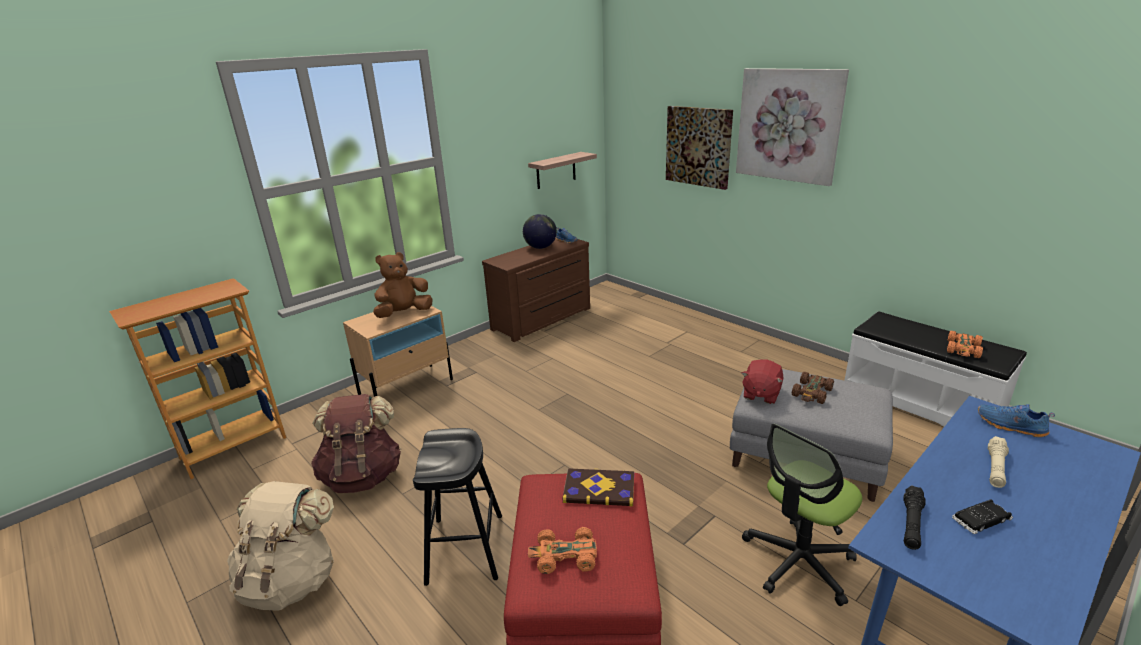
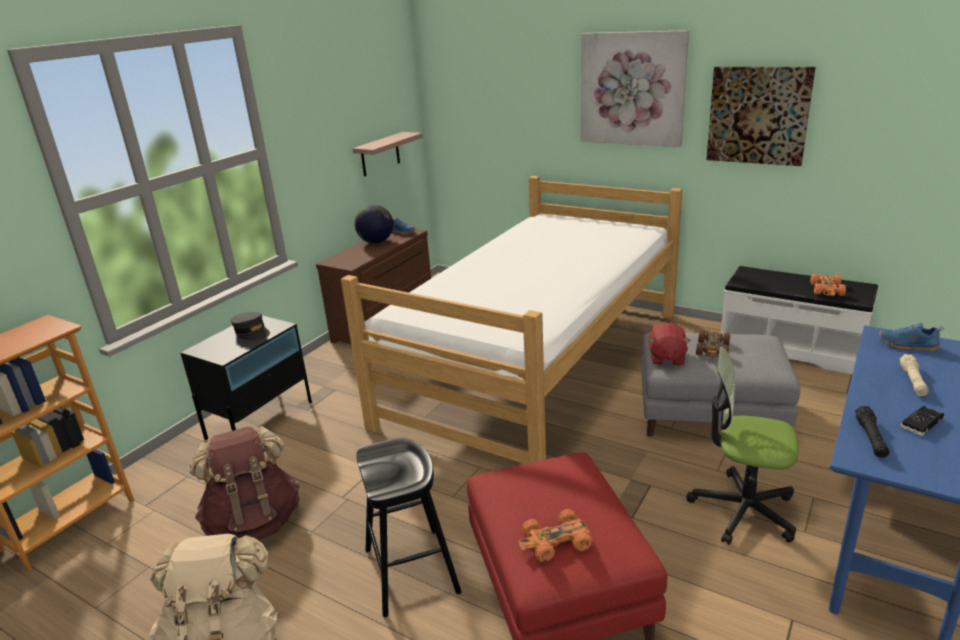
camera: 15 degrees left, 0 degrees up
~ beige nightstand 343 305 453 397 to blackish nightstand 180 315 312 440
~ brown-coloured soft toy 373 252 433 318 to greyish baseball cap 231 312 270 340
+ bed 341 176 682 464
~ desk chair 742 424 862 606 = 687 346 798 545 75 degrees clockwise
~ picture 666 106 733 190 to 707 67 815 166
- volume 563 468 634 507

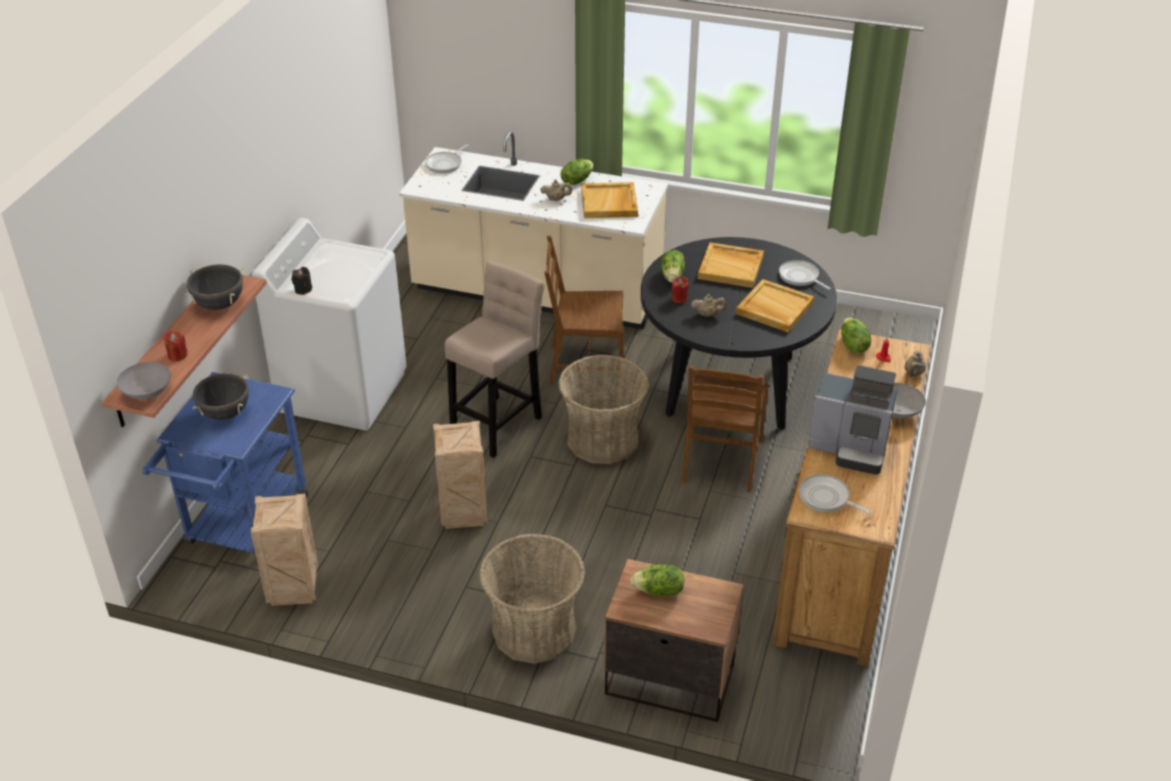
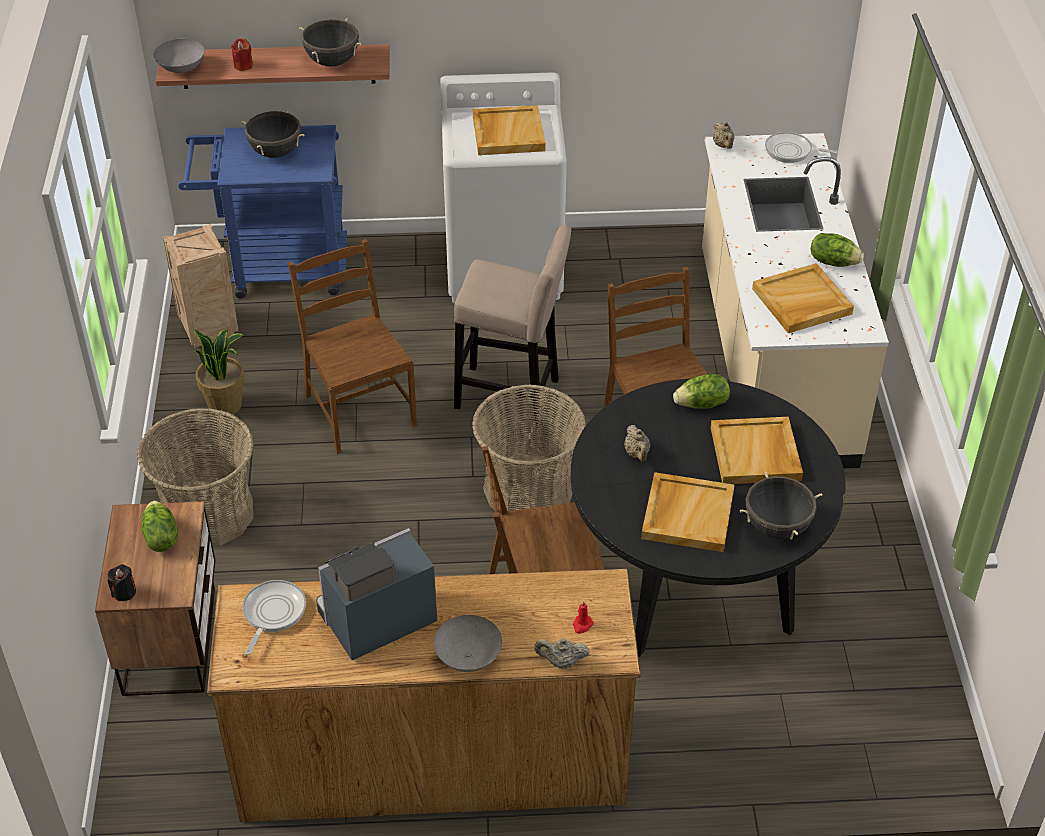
camera: 70 degrees right, 5 degrees up
~ blackish wax candle 292 267 312 295 to 108 564 136 601
+ potted plant 193 329 245 417
~ shipping crate 433 420 488 529 to brown-coloured upright chair 288 239 417 454
~ coffee machine 808 365 897 475 = 316 528 437 660 60 degrees clockwise
+ beige serving tray 473 105 545 155
~ beige pot for tea 540 180 572 201 to 713 121 735 149
~ skillet 779 260 831 290 to blackish saucepot 740 471 822 540
- red wax candle 672 276 689 303
- lettuce head 841 318 871 354

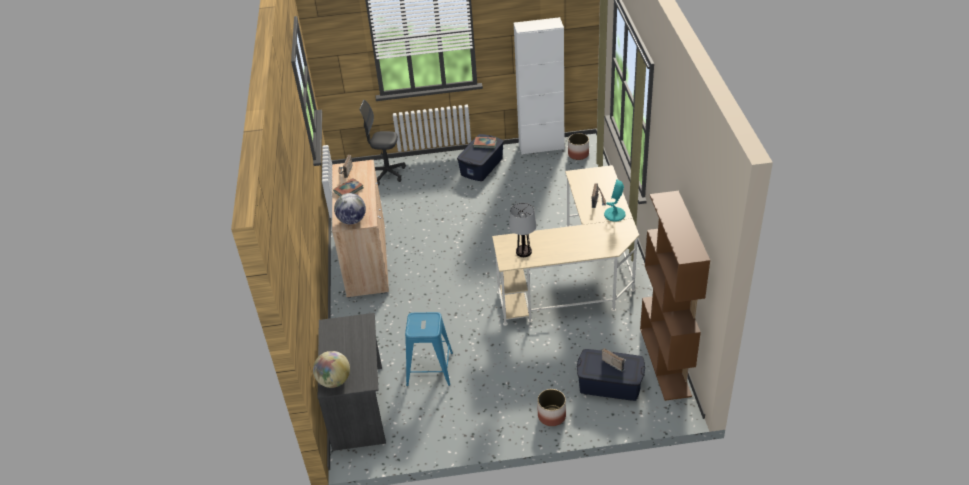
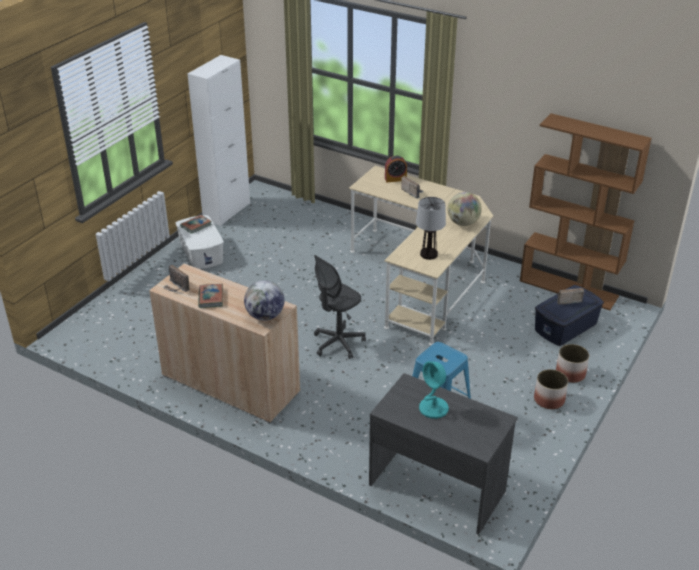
camera: 55 degrees left, 5 degrees down
~ blue-coloured storage container 457 134 504 181 to white storage container 176 215 224 269
~ greyish desk chair 359 100 406 185 to 314 255 366 359
+ bedside clock 385 156 407 183
~ blue-green lamp for a table 604 180 626 222 to 419 361 449 419
~ world globe 313 351 350 388 to 447 192 482 226
~ plant pot 568 133 589 160 to 534 369 568 409

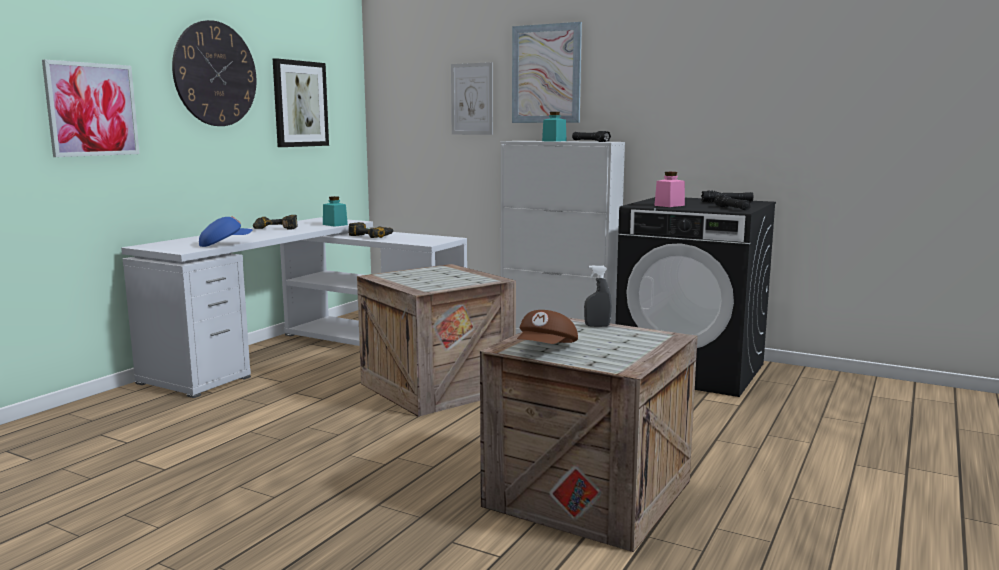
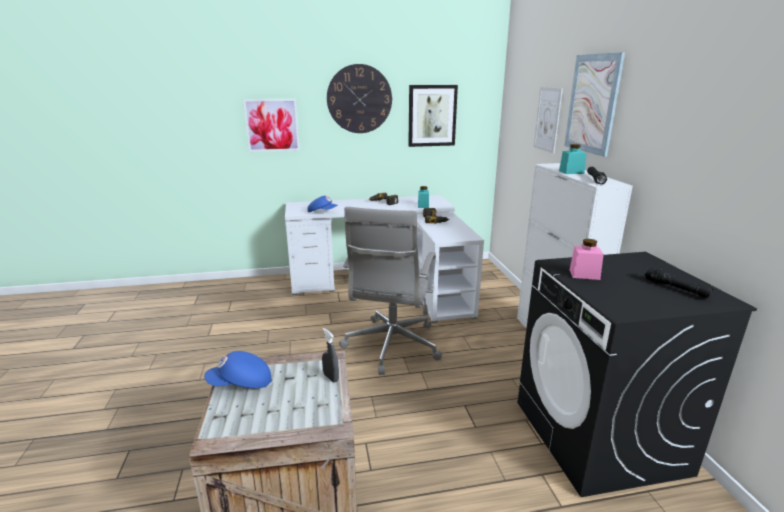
camera: 50 degrees right, 10 degrees up
~ brown-coloured baseball cap 517 310 578 344 to blue-coloured baseball cap 204 351 271 388
~ shipping crate 357 264 516 417 to greyish desk chair 339 207 442 375
- blackish flashlight 714 194 751 210

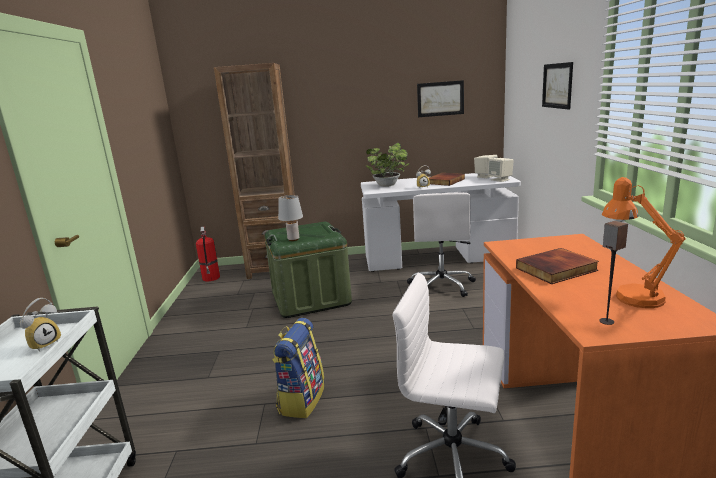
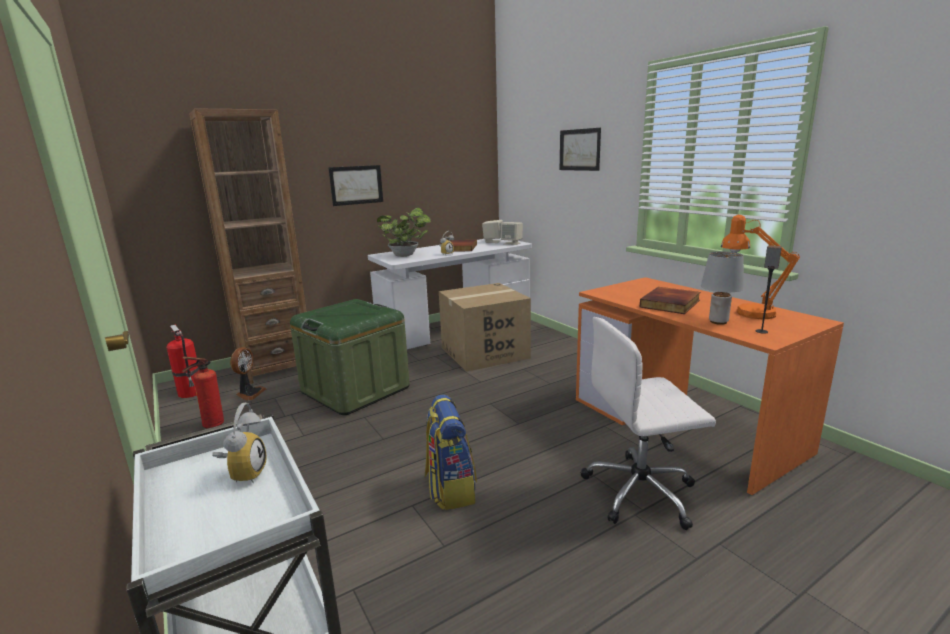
camera: 30 degrees left, 0 degrees up
+ extinguisher 182 356 224 429
+ electric fan 230 347 266 400
~ picture 417 80 464 117 to 329 165 383 206
~ white desk chair 407 192 476 297 to carton 439 283 531 372
~ greyish lamp for a table 278 195 303 241 to 701 252 744 325

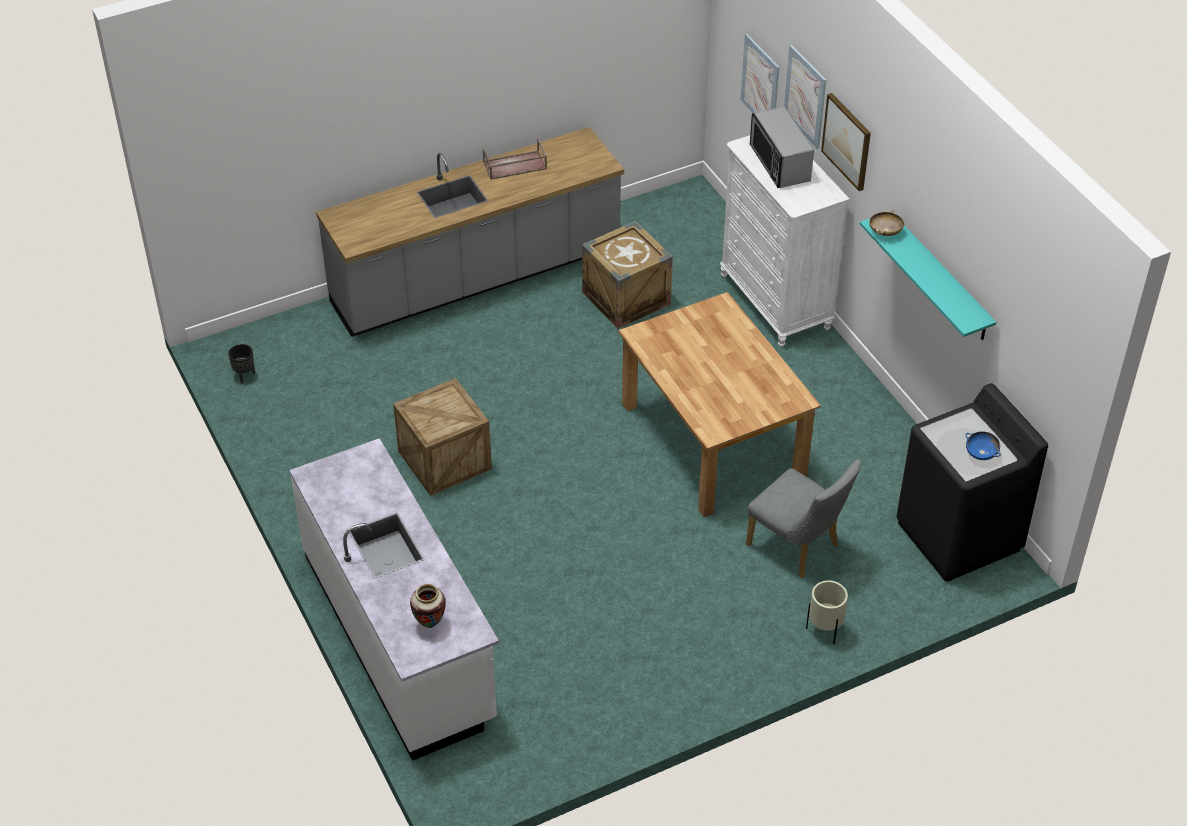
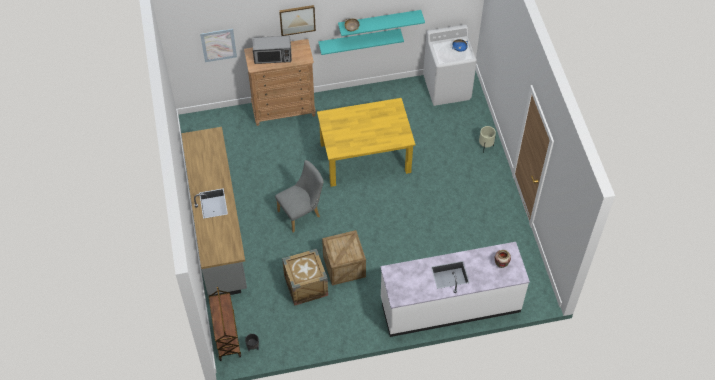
camera: 75 degrees left, 10 degrees up
+ brown-coloured cart 209 287 241 361
~ white dresser 720 135 850 347 to brown-coloured dresser 244 39 316 126
~ greyish upright chair 746 459 861 578 to 275 160 324 232
~ shipping crate 582 221 673 329 to 282 249 328 306
~ brown-coloured kitchen table 618 292 821 517 to yellowish kitchen table 317 98 415 187
+ blue-green bracket shelf 318 29 404 55
~ blackish laundry appliance 896 383 1048 582 to white laundry appliance 423 25 477 106
- brown-coloured serving tray 483 139 547 180
- picture 784 45 826 149

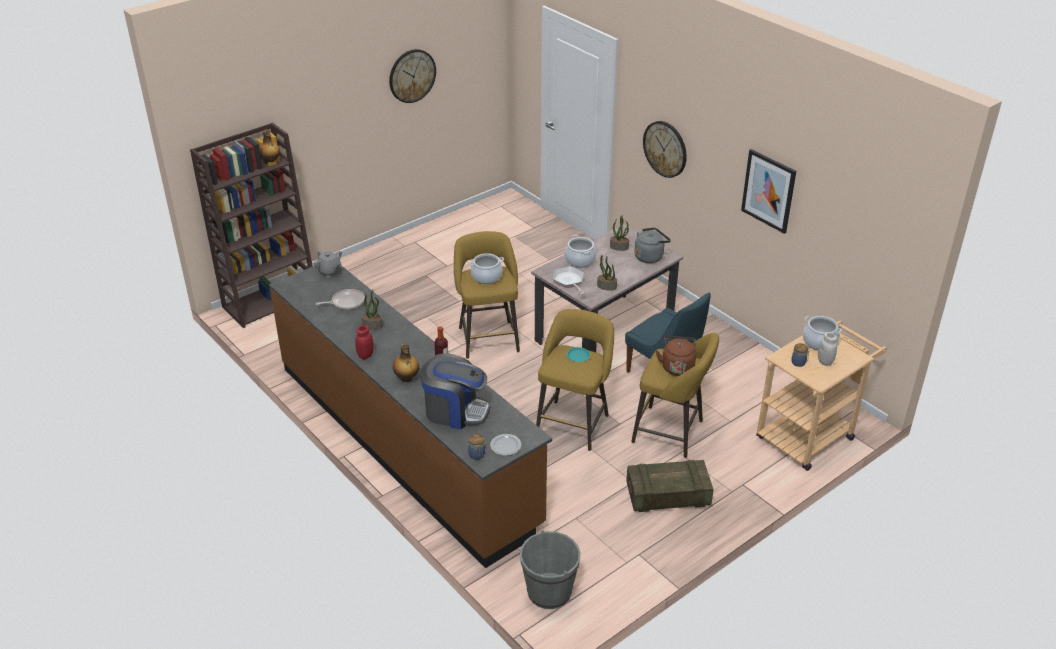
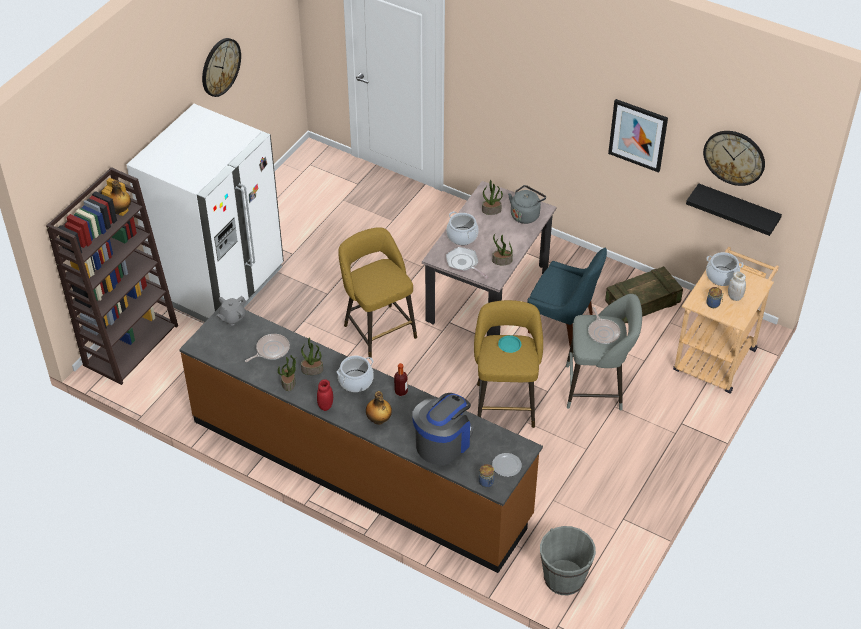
camera: 20 degrees left, 10 degrees up
+ white kitchen fridge 127 104 284 322
~ greyish pot for tea 314 250 342 277 = 217 296 246 326 105 degrees clockwise
+ potted plant 278 355 297 391
~ saucepot 469 253 504 284 to 337 356 374 392
~ coffee machine 421 353 490 429 = 412 393 473 465 45 degrees counterclockwise
~ yellowish stool 631 333 719 458 to greyish stool 566 294 642 410
~ brown-coloured kettle 656 336 696 376 to skillet 588 307 620 344
~ shipping crate 626 460 714 512 to 605 266 683 323
+ blackish bracket shelf 686 183 782 236
~ hanging clock 643 121 687 178 to 703 131 765 186

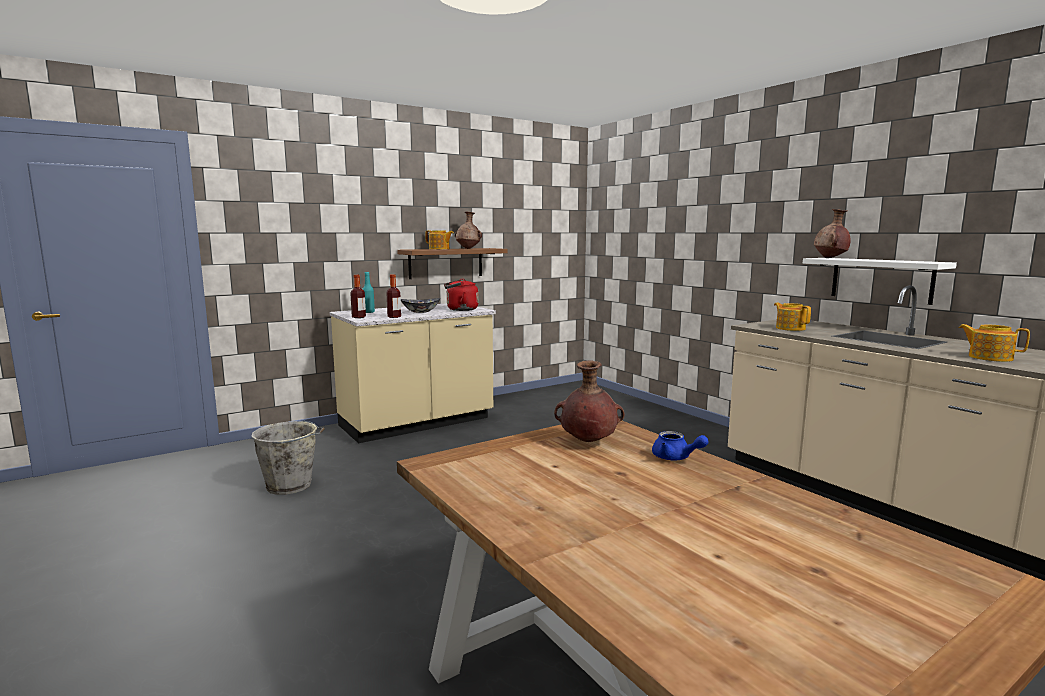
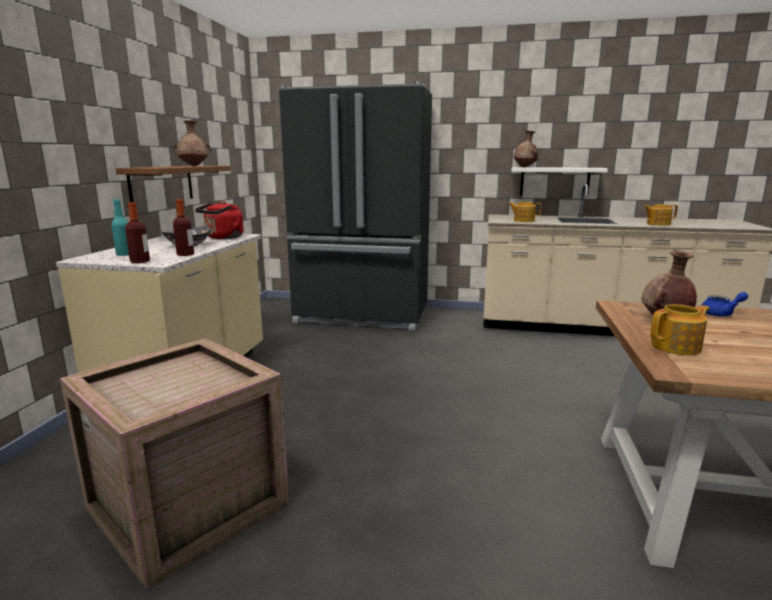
camera: 45 degrees left, 5 degrees up
~ greyish bucket 251 421 325 495 to shipping crate 60 338 290 590
+ blackish kitchen fridge 279 82 432 331
~ pot for tea 425 230 454 249 to 650 304 710 355

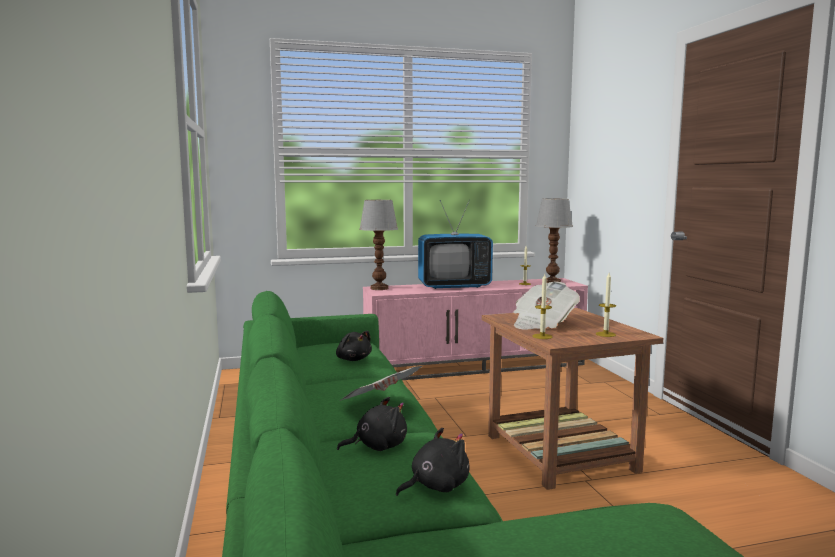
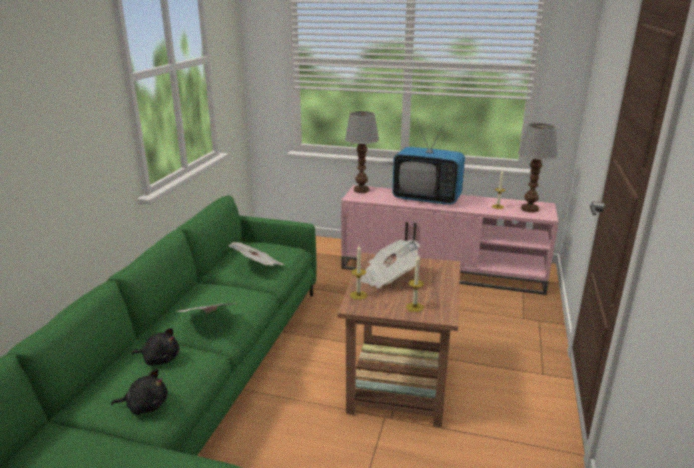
camera: 30 degrees right, 15 degrees up
~ blackish soft toy 336 331 372 361 to newspaper 228 242 284 266

